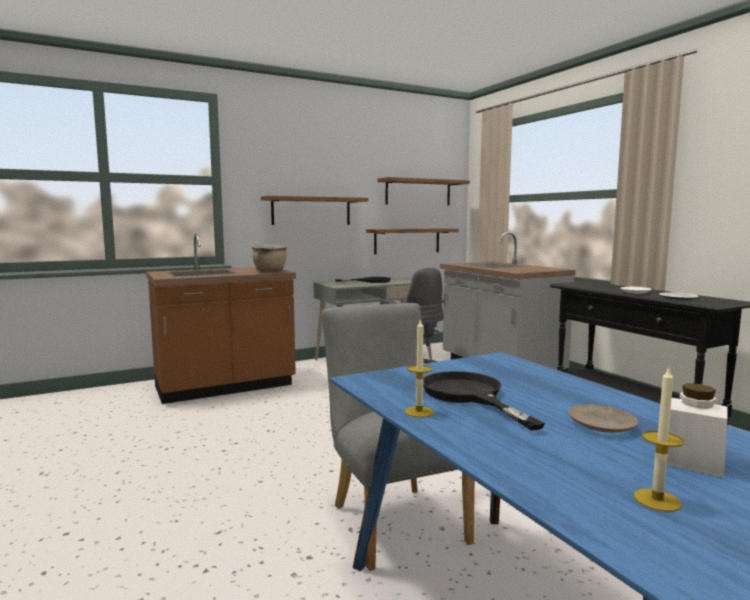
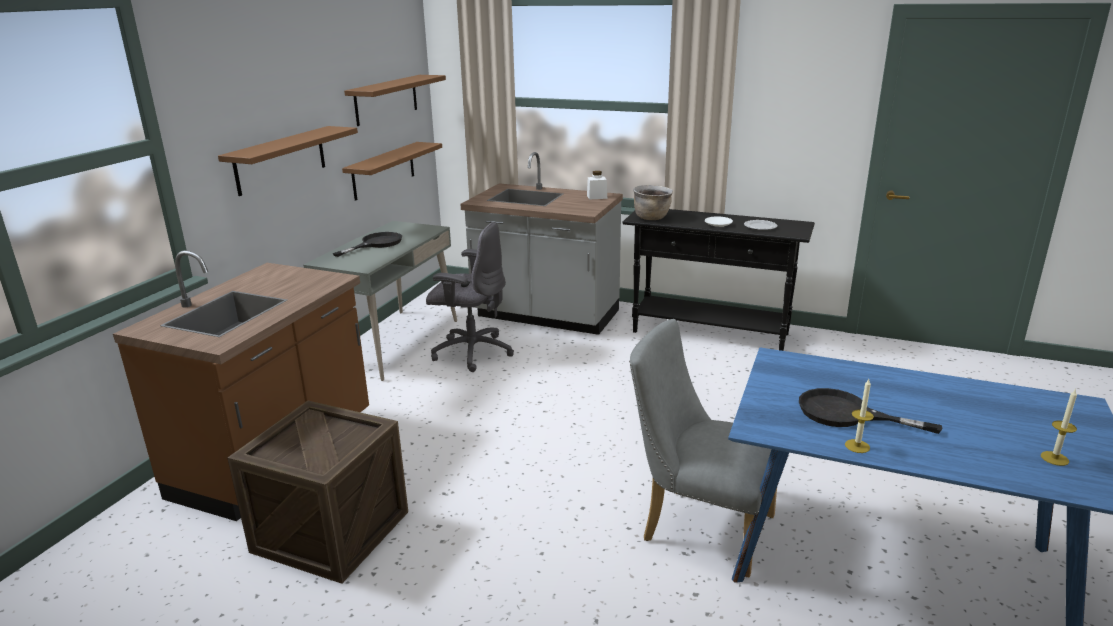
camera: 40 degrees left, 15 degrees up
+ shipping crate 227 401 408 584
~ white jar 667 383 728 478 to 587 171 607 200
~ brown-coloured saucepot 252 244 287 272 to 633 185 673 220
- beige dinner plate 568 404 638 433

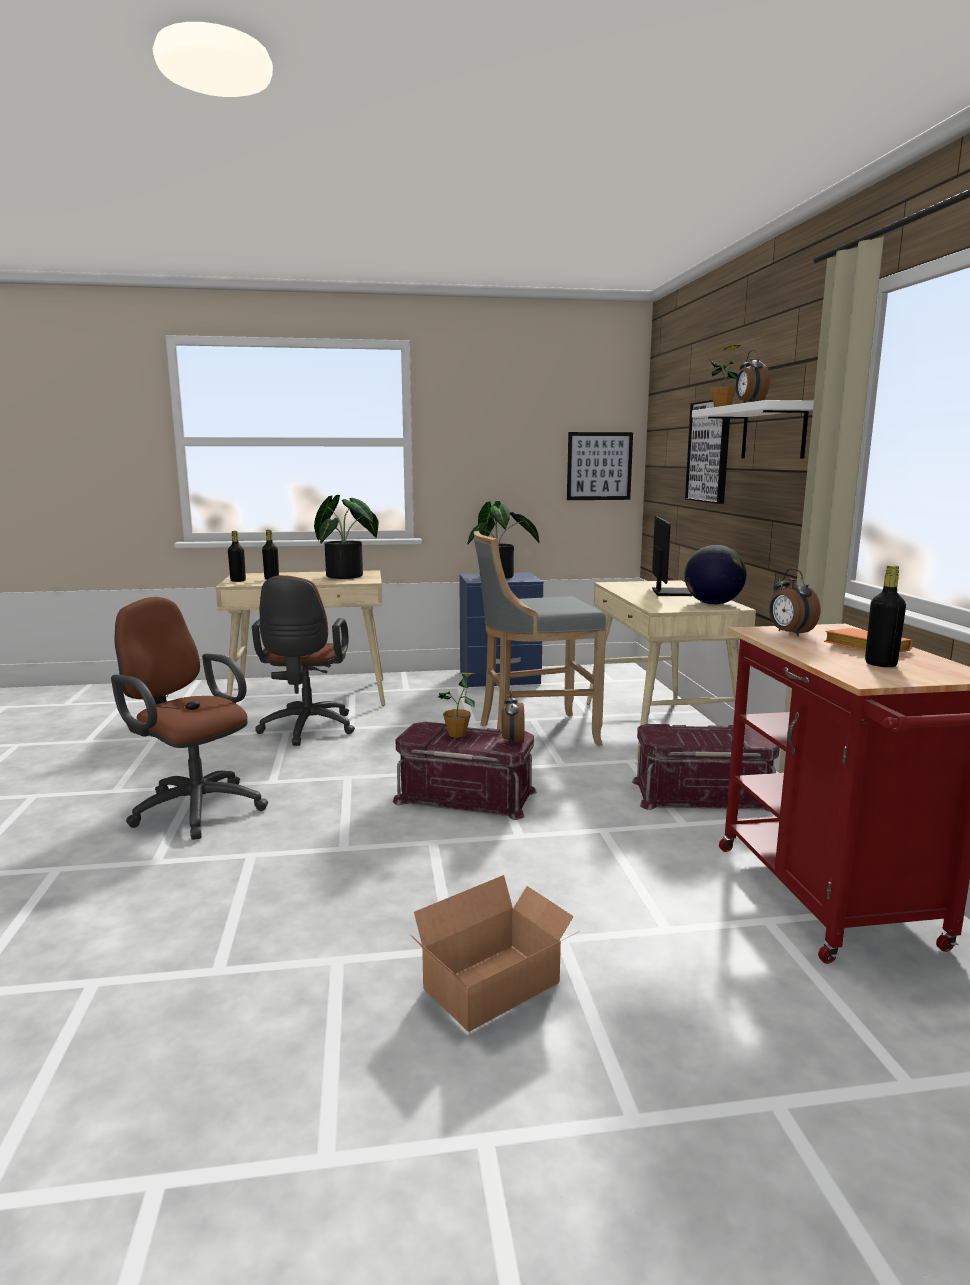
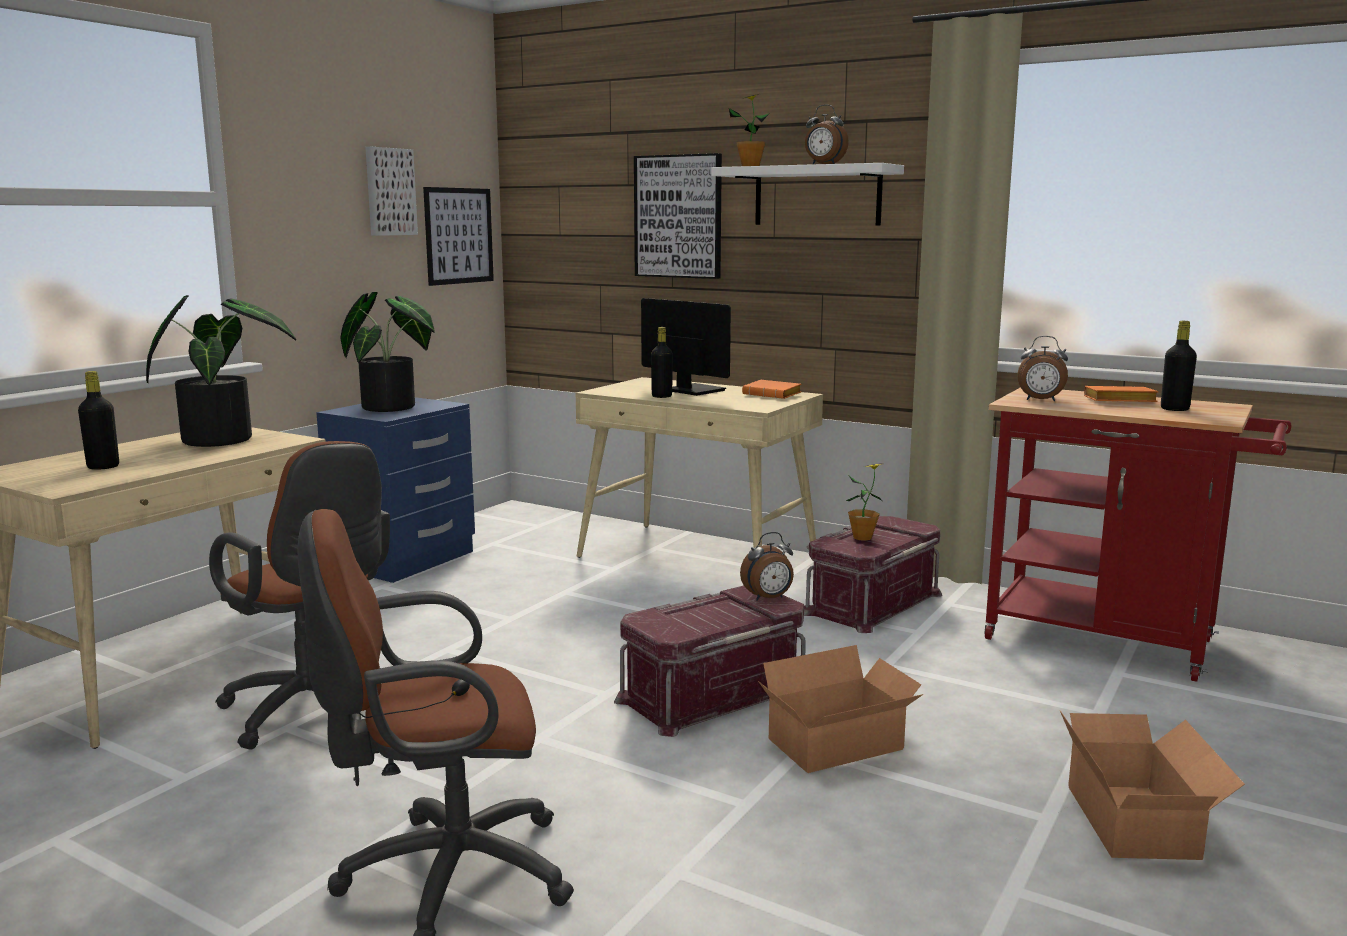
camera: 50 degrees left, 0 degrees up
+ picture 365 147 418 236
~ blackish bottle 228 531 246 582 to 651 327 673 398
~ bedside clock 502 690 525 745 = 740 532 794 601 60 degrees counterclockwise
~ world globe 684 545 746 605 to orange-coloured volume 742 380 802 399
+ carton 758 645 923 773
~ potted plant 438 673 475 738 to 846 463 884 541
- greyish stool 474 531 606 746

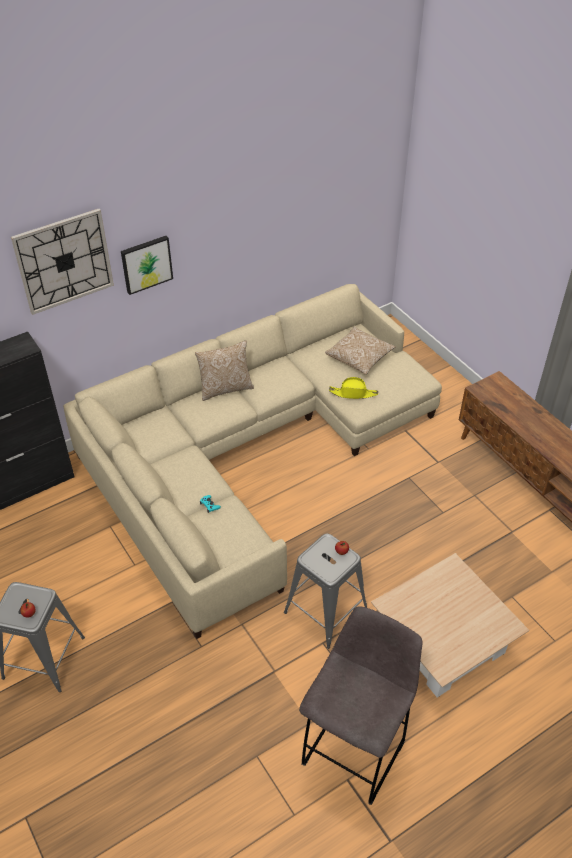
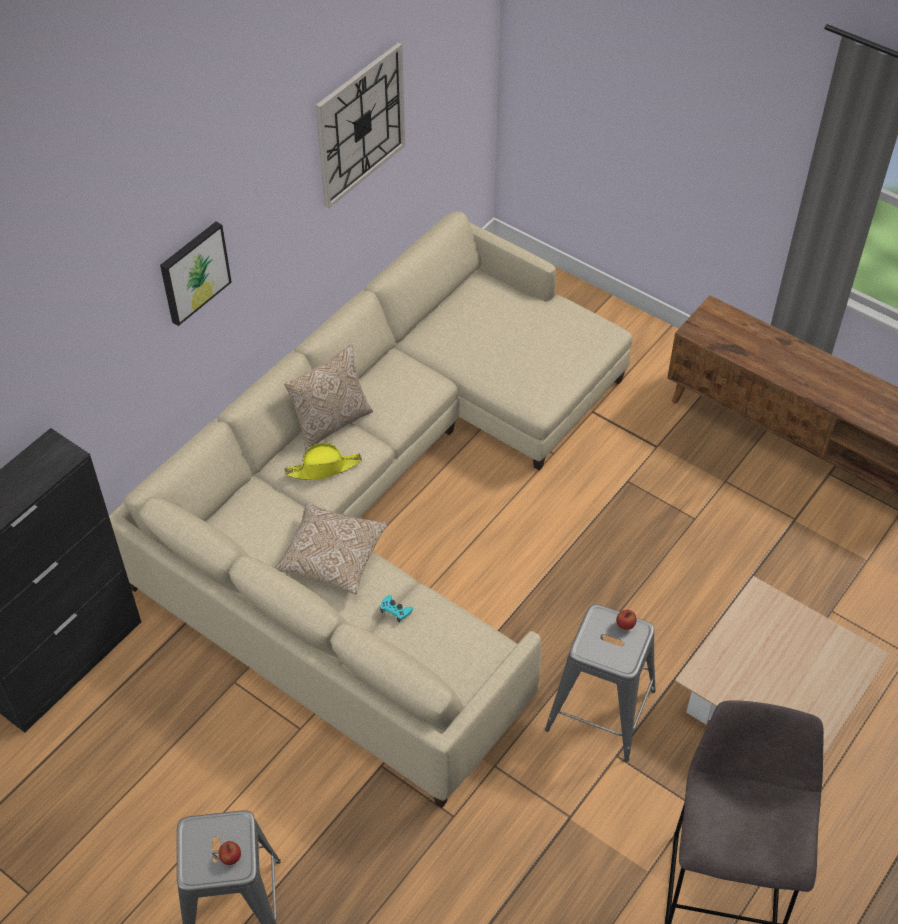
camera: 20 degrees left, 5 degrees up
~ pillow 325 327 396 375 to 275 502 388 594
~ yellowish wearable hat 329 377 378 399 to 284 442 362 480
~ hanging clock 11 209 114 315 to 316 43 405 209

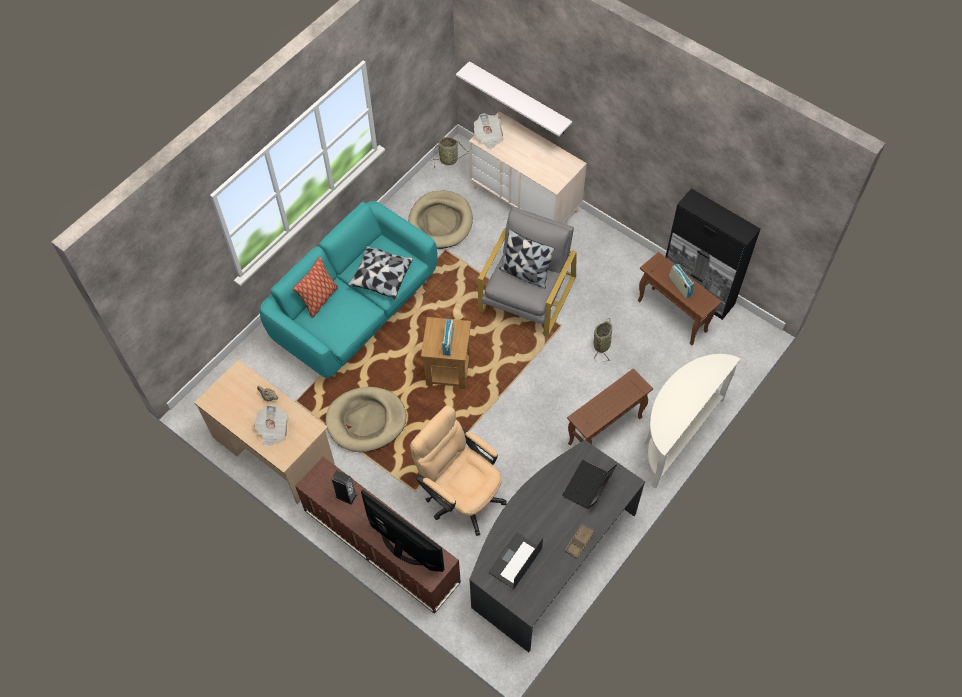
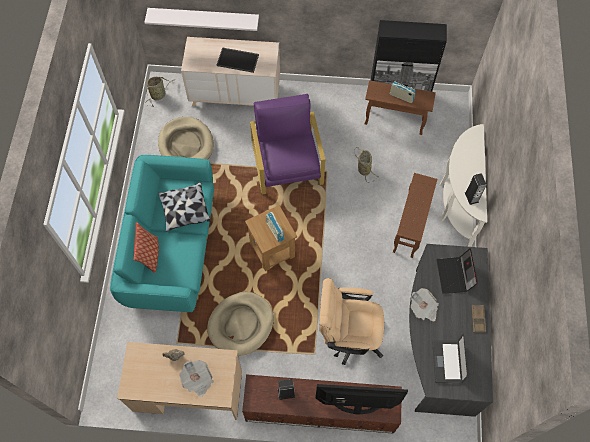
camera: 35 degrees left, 5 degrees up
+ serving tray 217 47 259 73
~ greyish armchair 478 207 577 336 to purple armchair 250 94 325 195
~ newspaper 474 113 504 149 to 411 288 439 321
+ speaker 465 173 487 205
- pillow 499 228 555 288

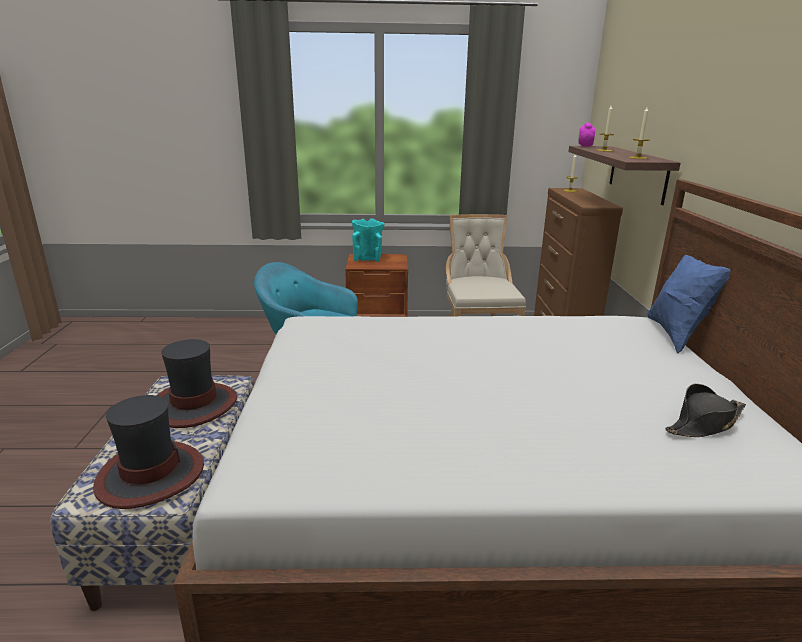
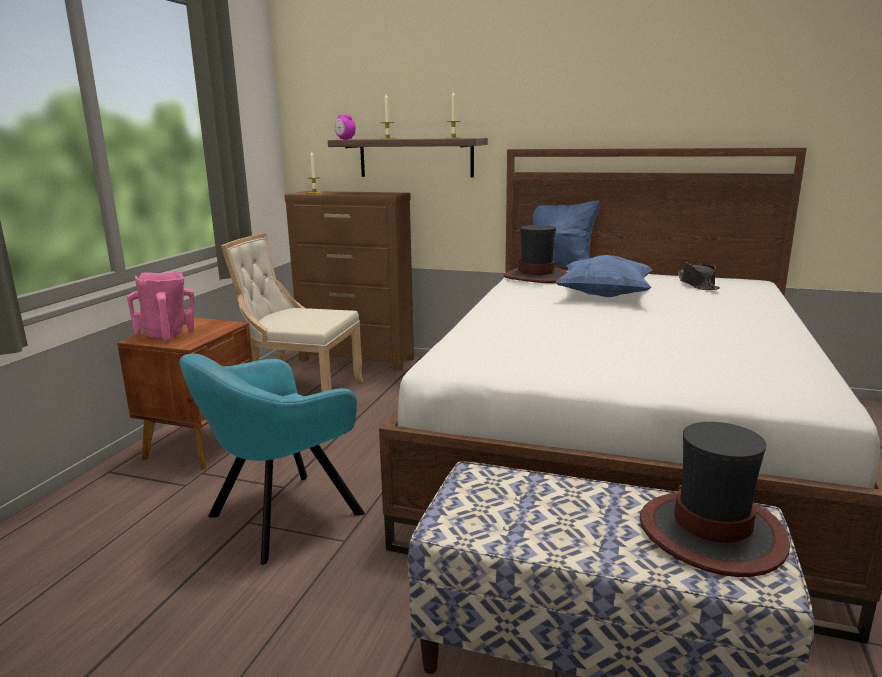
camera: 70 degrees left, 5 degrees down
~ blue-green vase 352 218 384 262 to pinkish vase 127 272 194 342
~ wearable hat 156 339 237 428 to 504 225 568 283
+ blue-coloured pillow 555 255 652 297

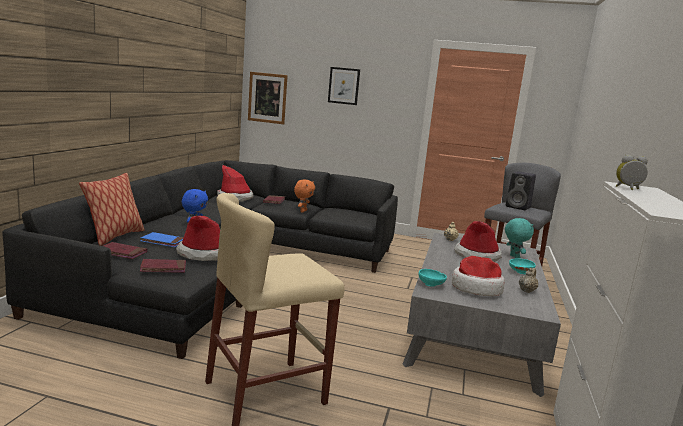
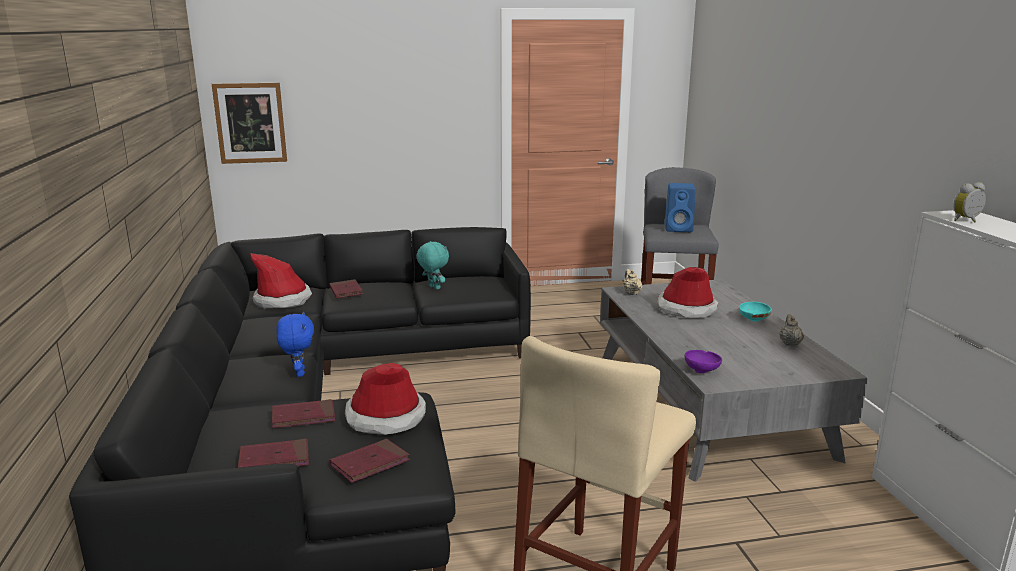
camera: 25 degrees left, 5 degrees up
~ blue-coloured volume 140 232 184 247 to red volume 272 399 335 428
~ blue-green soft toy 505 218 534 259 to 416 241 449 290
~ blackish speaker 506 171 536 210 to blue-coloured speaker 665 183 696 232
~ blue-green bowl 418 269 447 287 to purple bowl 685 350 722 373
- pillow 79 173 145 246
- orange-coloured soft toy 294 179 315 212
- picture 328 67 360 105
- wearable hat 452 256 505 296

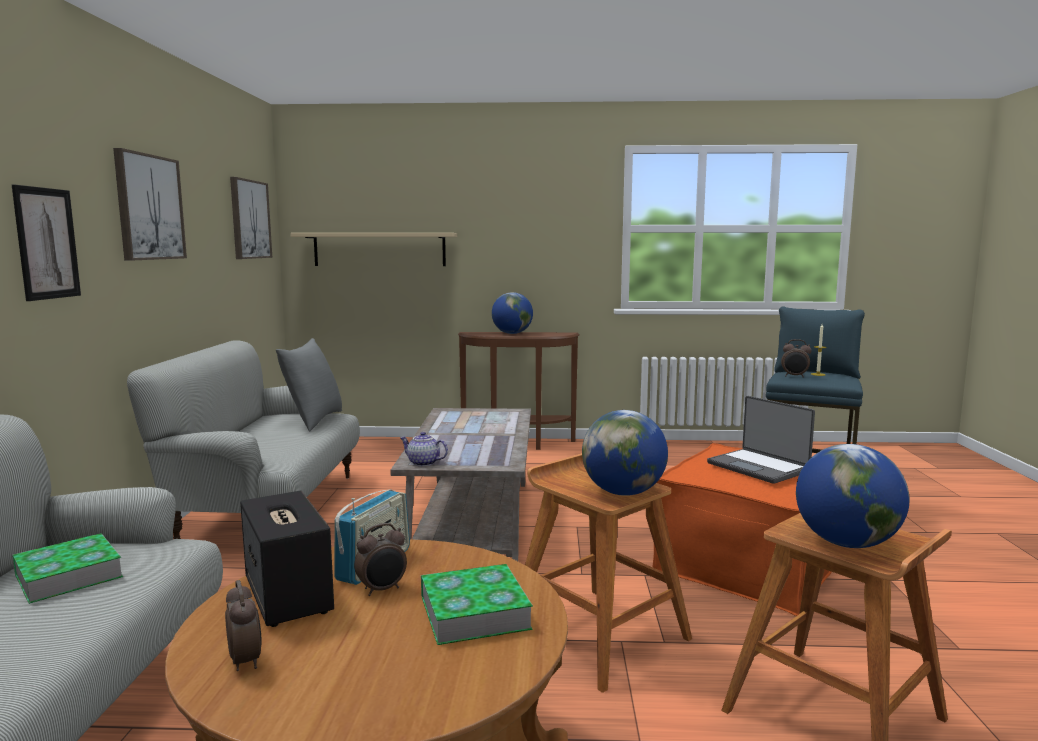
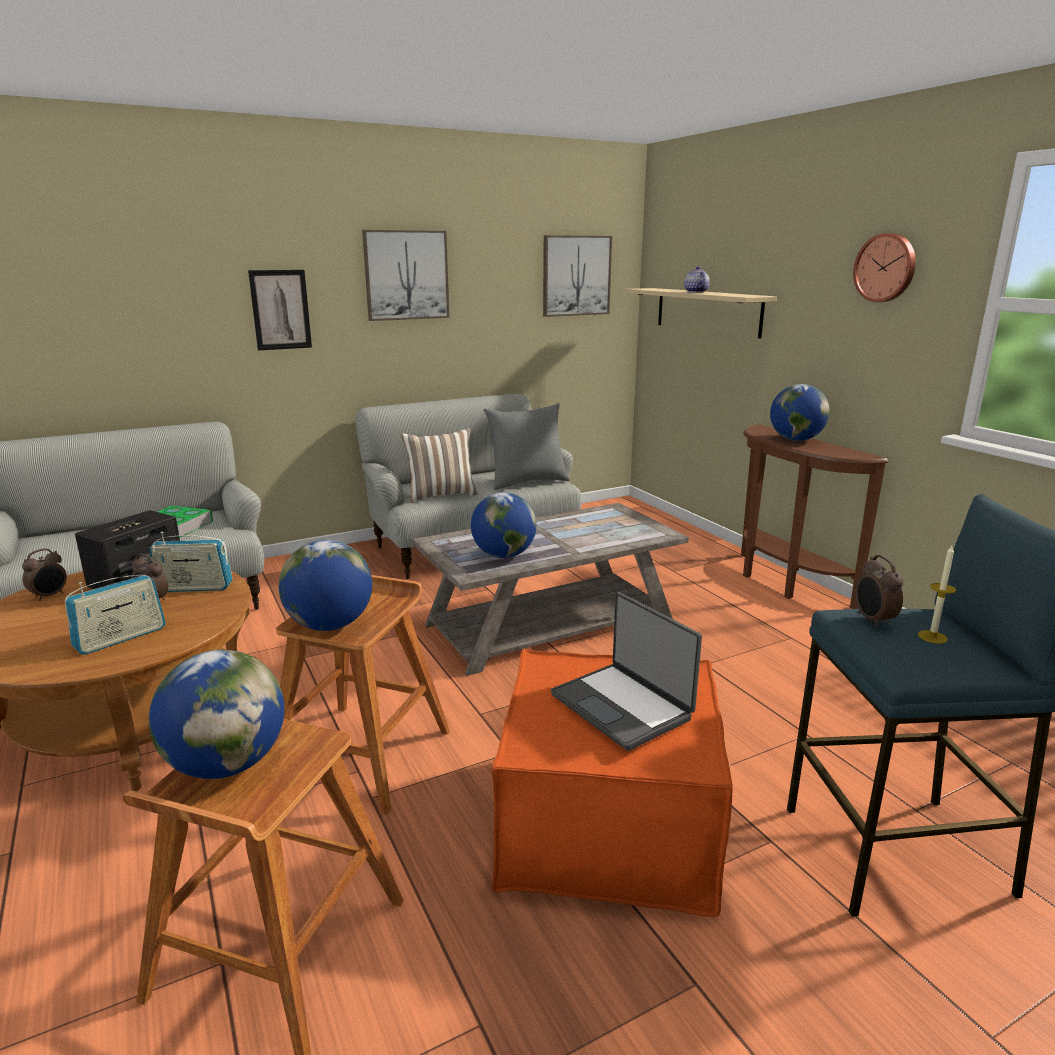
camera: 60 degrees right, 10 degrees up
~ volume 421 564 533 645 to radio 65 575 166 655
+ pillow 401 428 478 502
+ world globe 471 492 537 558
~ portable computer 707 396 815 484 = 551 592 702 751 60 degrees counterclockwise
~ pot for tea 400 432 448 466 to 684 267 710 293
+ hanging clock 853 233 916 302

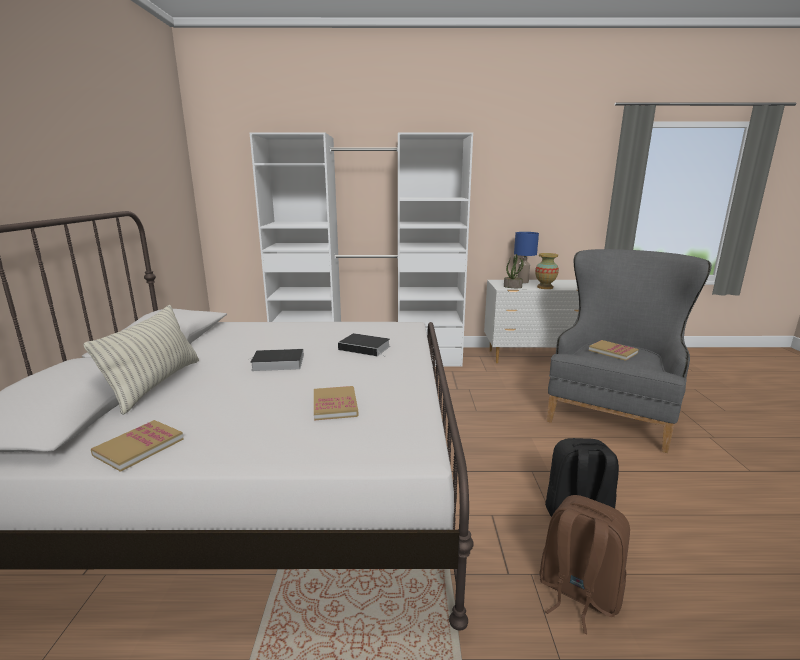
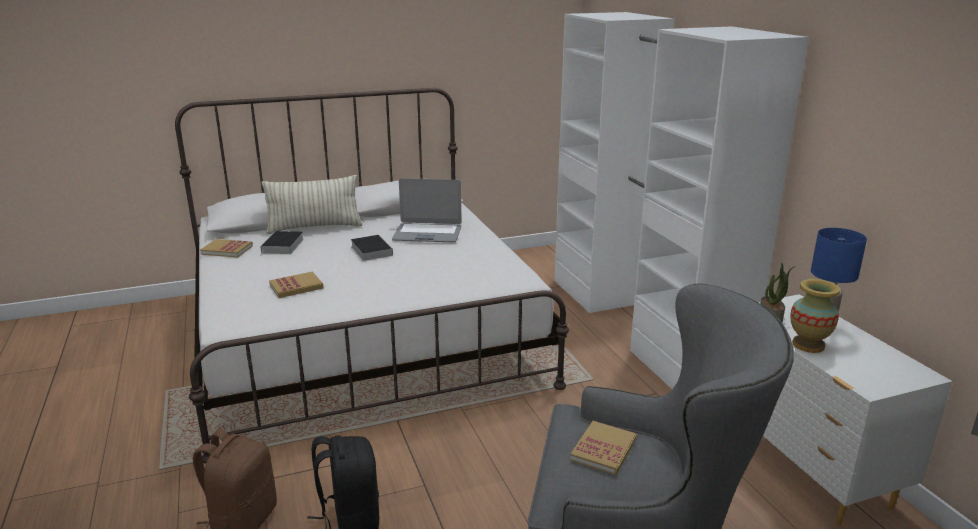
camera: 70 degrees right, 5 degrees up
~ volume 338 333 390 356 to 260 231 304 254
+ portable computer 392 178 461 242

